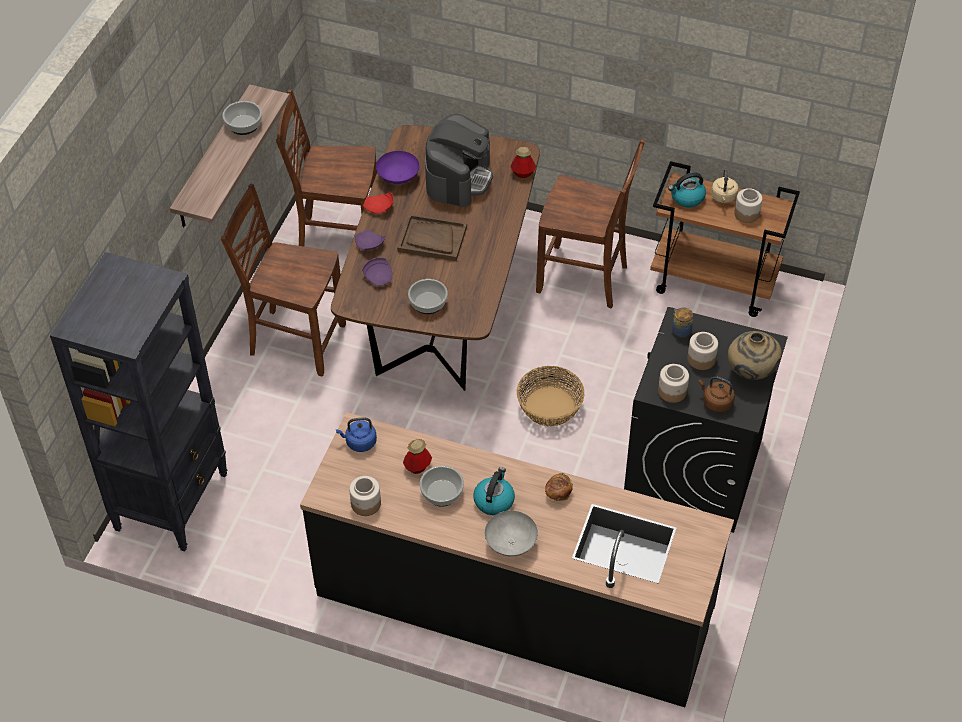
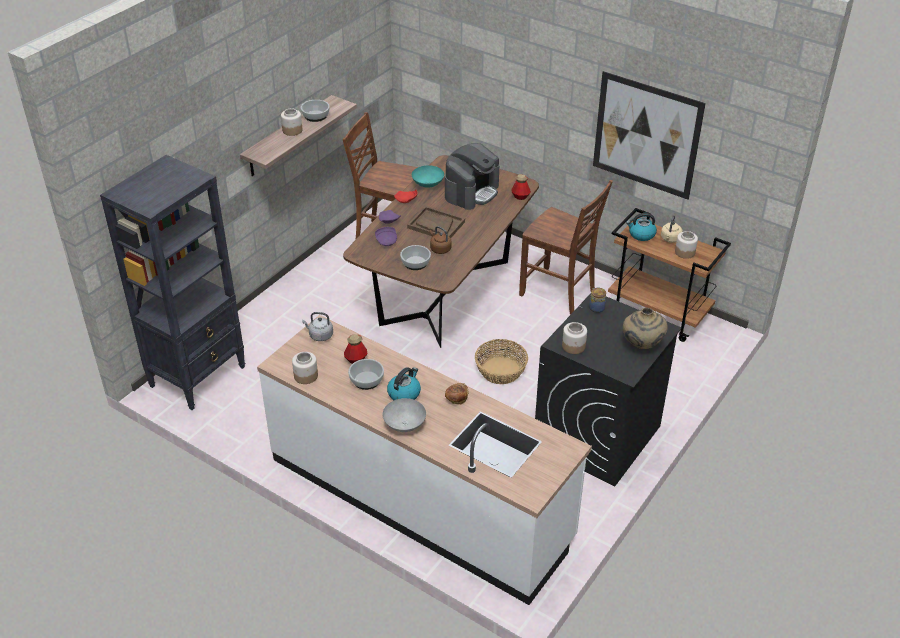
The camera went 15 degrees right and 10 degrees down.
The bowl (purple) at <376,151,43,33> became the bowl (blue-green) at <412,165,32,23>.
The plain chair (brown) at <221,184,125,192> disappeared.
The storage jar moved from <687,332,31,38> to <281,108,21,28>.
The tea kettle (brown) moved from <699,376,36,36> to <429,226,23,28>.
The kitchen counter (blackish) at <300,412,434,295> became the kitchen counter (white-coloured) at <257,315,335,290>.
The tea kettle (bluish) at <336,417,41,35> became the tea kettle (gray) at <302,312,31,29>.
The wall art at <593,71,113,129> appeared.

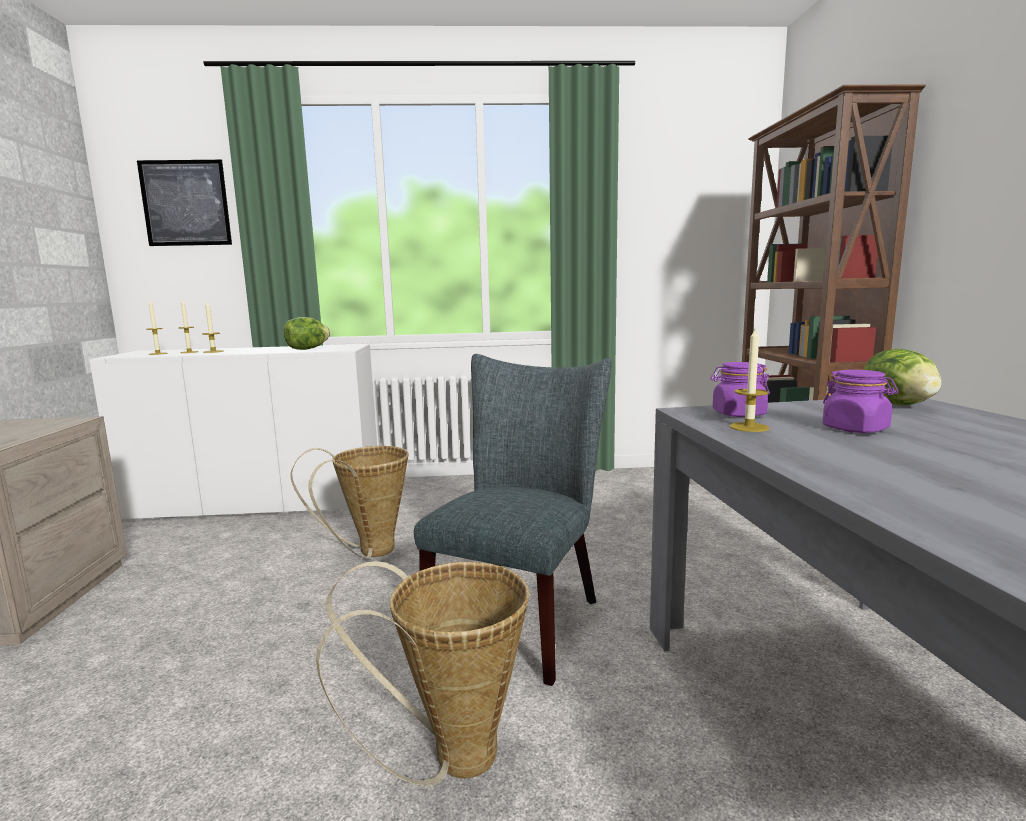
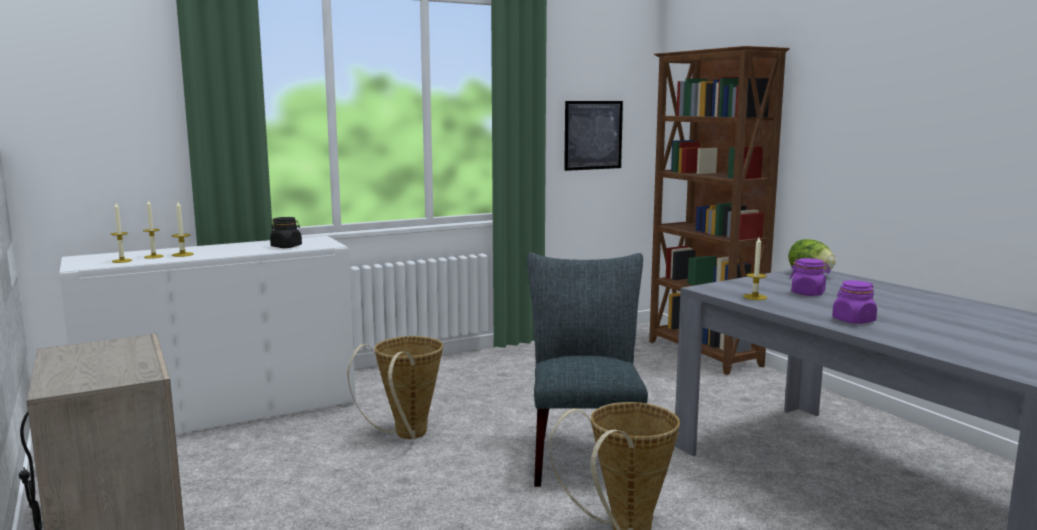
The camera went 25 degrees left and 0 degrees up.
The wall art moved from <137,160,95,86> to <564,101,59,70>.
The head of lettuce at <284,317,46,33> was replaced by the storage jar (blackish) at <270,217,32,31>.
The storage jar (purple) moved from <711,362,59,55> to <832,280,45,44>.

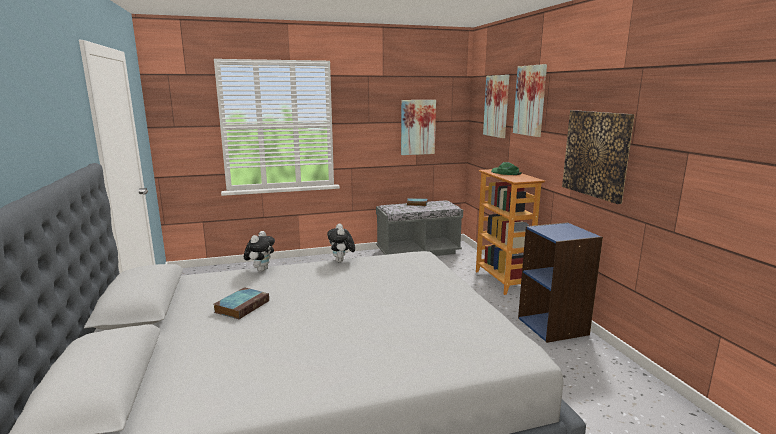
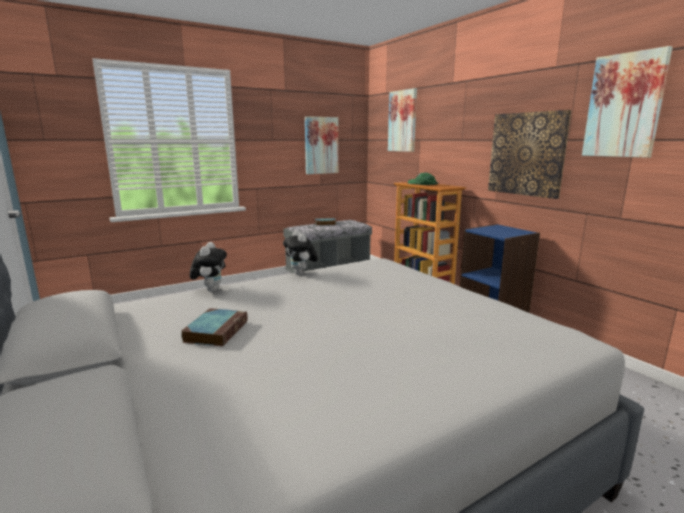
The camera went 15 degrees left and 0 degrees up.
The wall art moved from <513,64,34,73> to <582,46,91,112>.

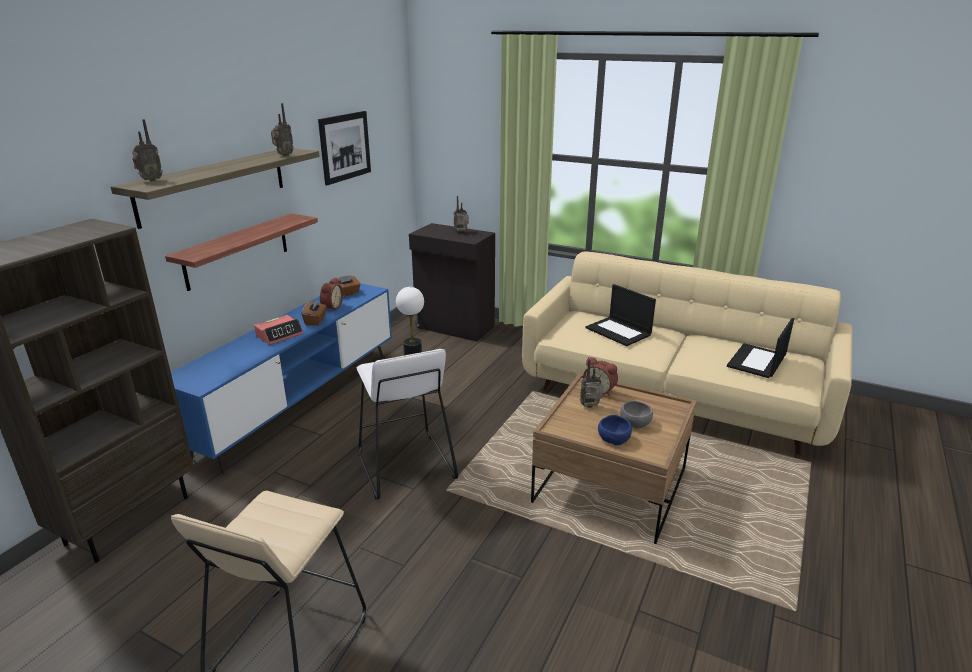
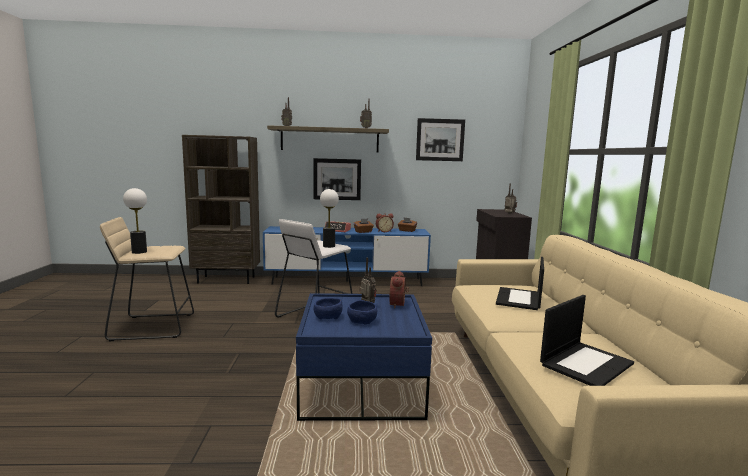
The camera went 60 degrees right and 15 degrees down.
The wall shelf at <165,213,153,78> was replaced by the wall art at <314,158,47,42>.
The portable computer at <727,318,67,60> turned 135 degrees clockwise.
The low table (brown) at <531,373,165,171> became the low table (bluish) at <296,293,136,128>.
The bowl (gray) at <620,400,33,29> became the bowl (bluish) at <347,300,30,25>.
The tabletop lamp at <123,188,24,66> appeared.

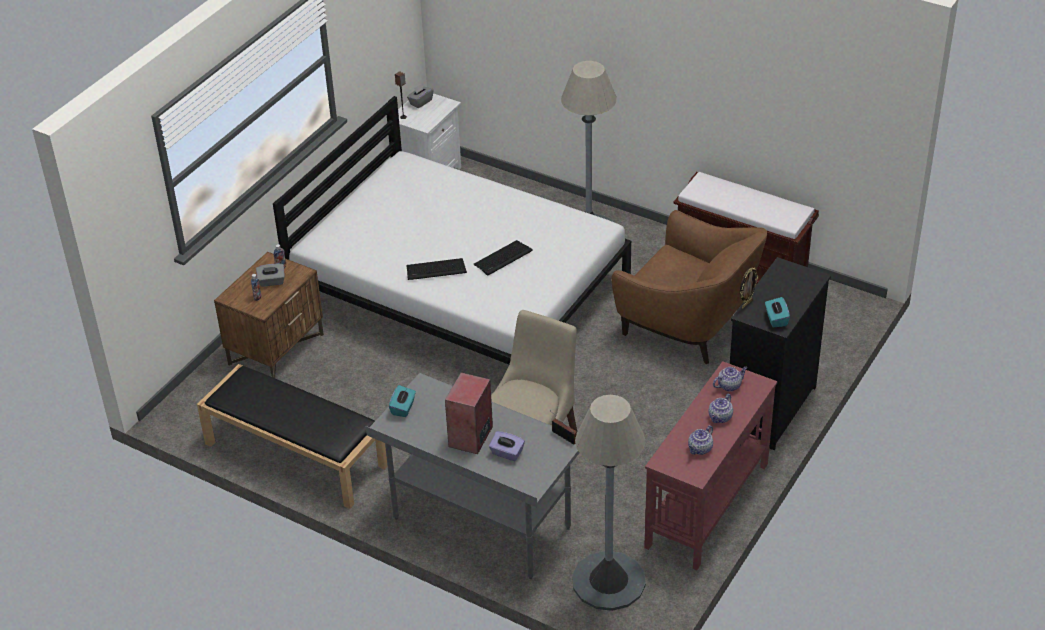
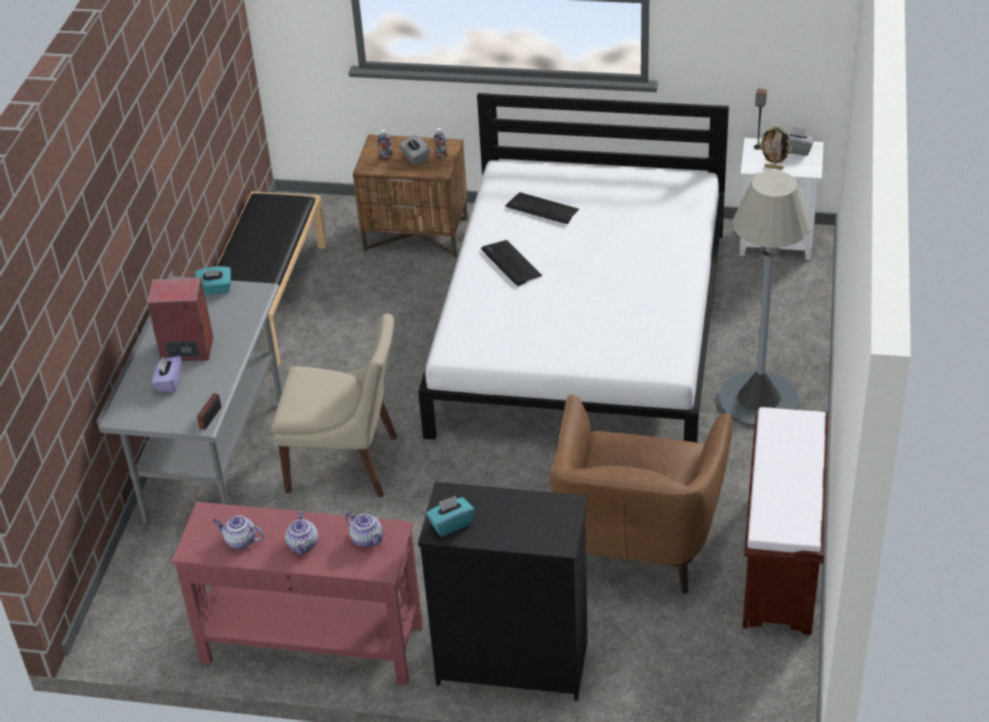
The camera went 70 degrees right and 0 degrees up.
The PC keyboard moved from <474,240,59,36> to <505,192,74,32>.
The standing frame moved from <740,267,18,42> to <759,126,33,44>.
The pot for tea at <709,394,24,29> turned 105 degrees counterclockwise.
The standard lamp (gray) at <572,395,74,216> disappeared.

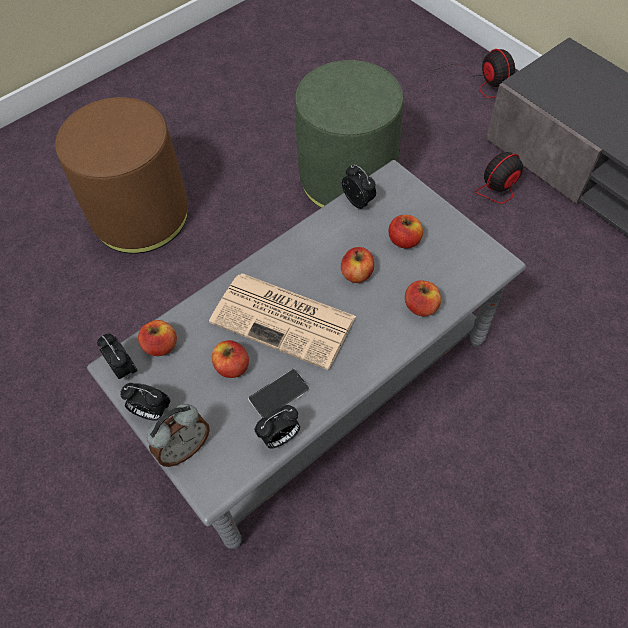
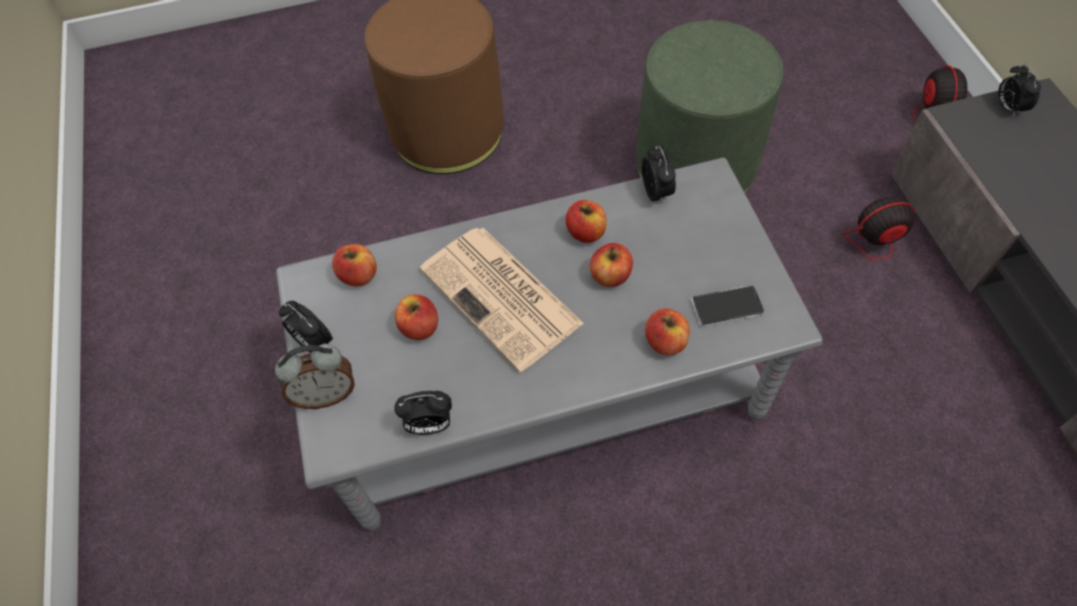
The camera went 25 degrees right and 0 degrees up.
The whole apple moved from <388,215,35,34> to <566,200,41,43>.
The bedside clock moved from <97,334,40,46> to <998,64,43,53>.
The telephone moved from <248,369,62,49> to <691,285,73,42>.

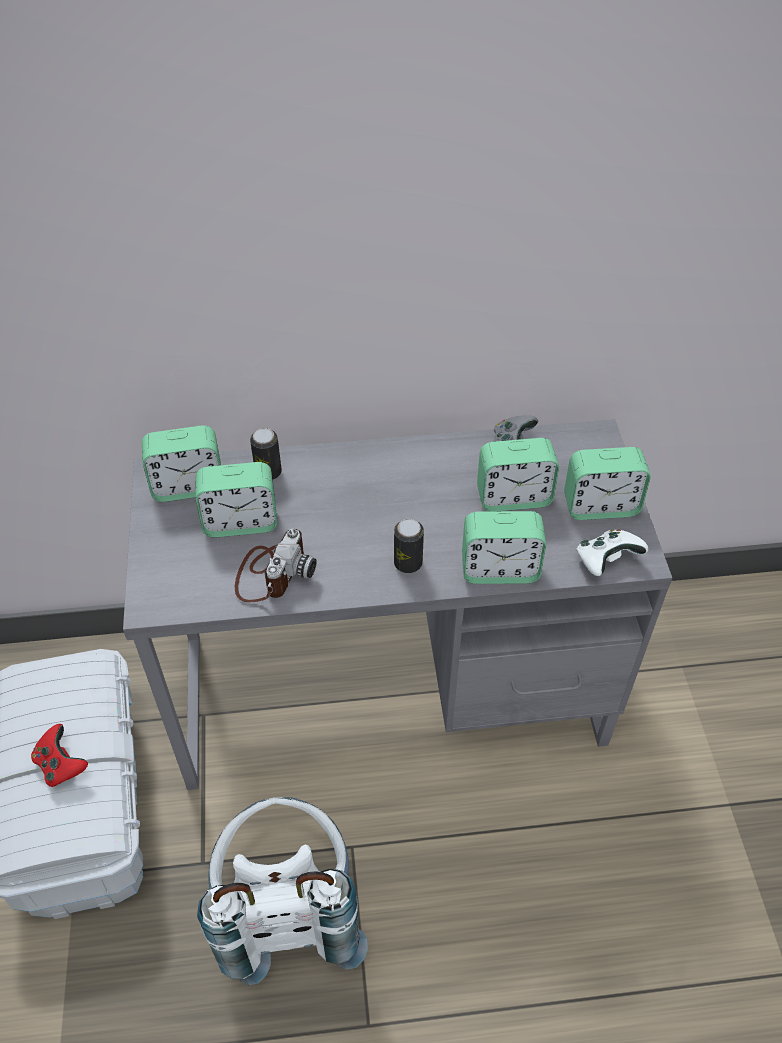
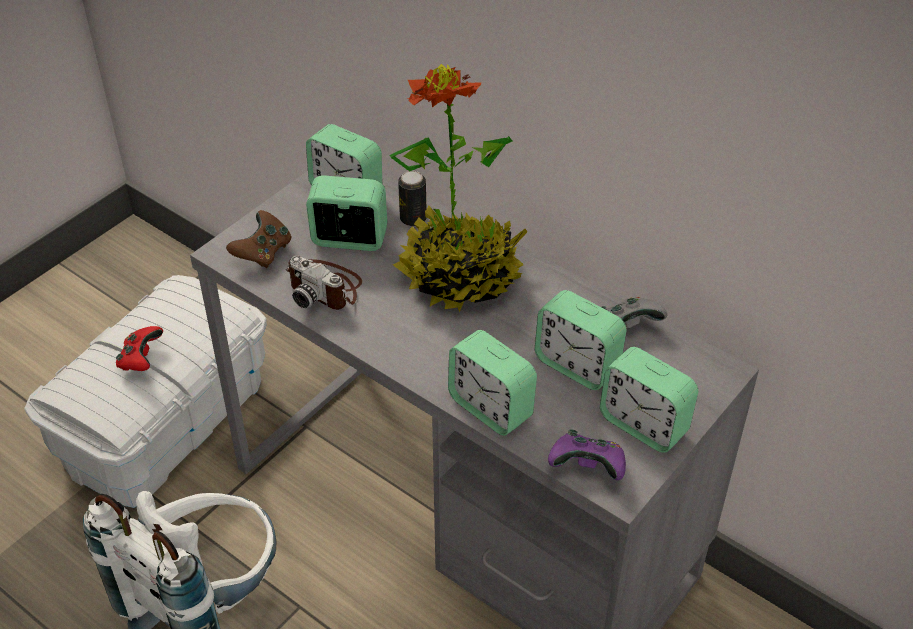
The camera went 45 degrees right and 5 degrees down.
The bedside clock at <195,462,82,76> turned 150 degrees clockwise.
The sealed can at <394,519,30,54> disappeared.
The still camera at <235,529,82,73> turned 60 degrees clockwise.
The game controller (white-coloured) at <576,529,73,47> became the game controller (purple) at <548,429,78,51>.
The plant in a pot at <389,64,138,248> appeared.
The game controller (brown) at <226,210,65,58> appeared.

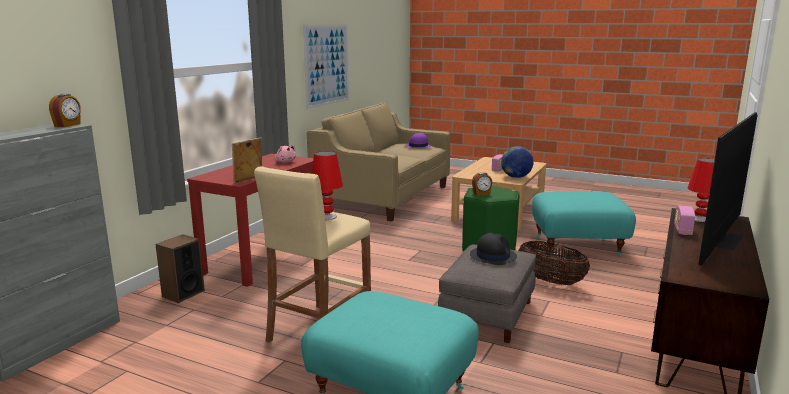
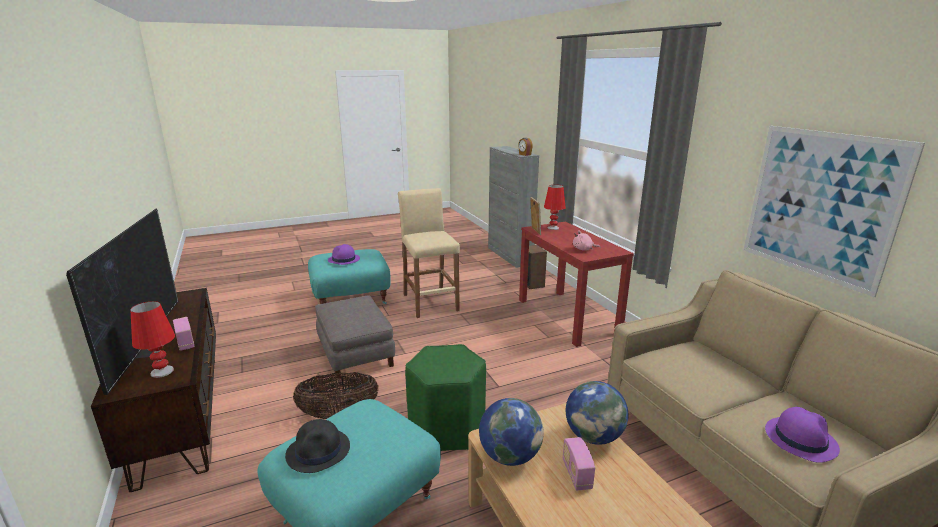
The camera went 130 degrees right and 5 degrees up.
The tabletop lamp (red) moved from <312,151,31,69> to <544,185,22,45>.
The bedside clock at <472,172,20,24> disappeared.
The wearable hat (blackish) moved from <470,233,47,32> to <285,419,65,54>.
The wearable hat (purple) at <328,244,32,21> appeared.
The world globe at <566,381,62,64> appeared.

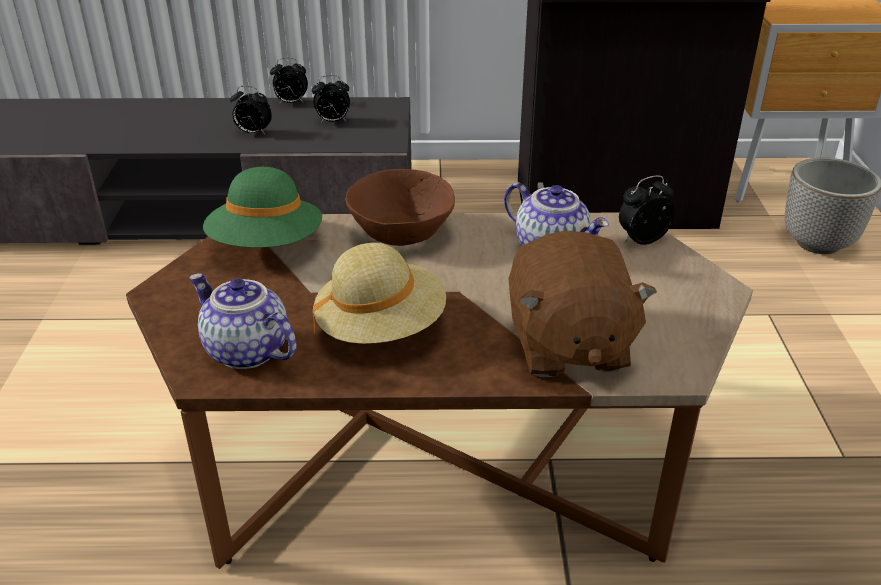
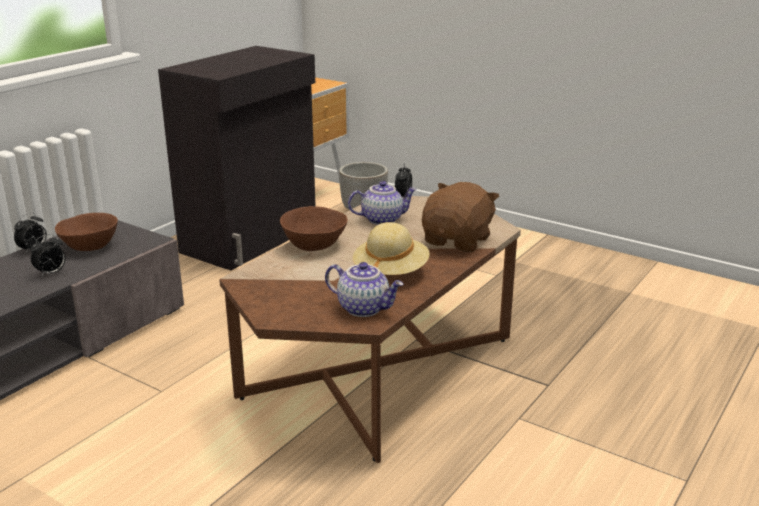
The camera went 55 degrees left and 10 degrees down.
The bedside clock at <312,75,38,48> was replaced by the bowl (brown) at <55,213,63,38>.
The wearable hat (greenish) at <203,167,119,81> disappeared.
The plush toy (brown) at <508,231,149,147> turned 90 degrees counterclockwise.
The pot for tea at <189,273,107,96> turned 135 degrees counterclockwise.

